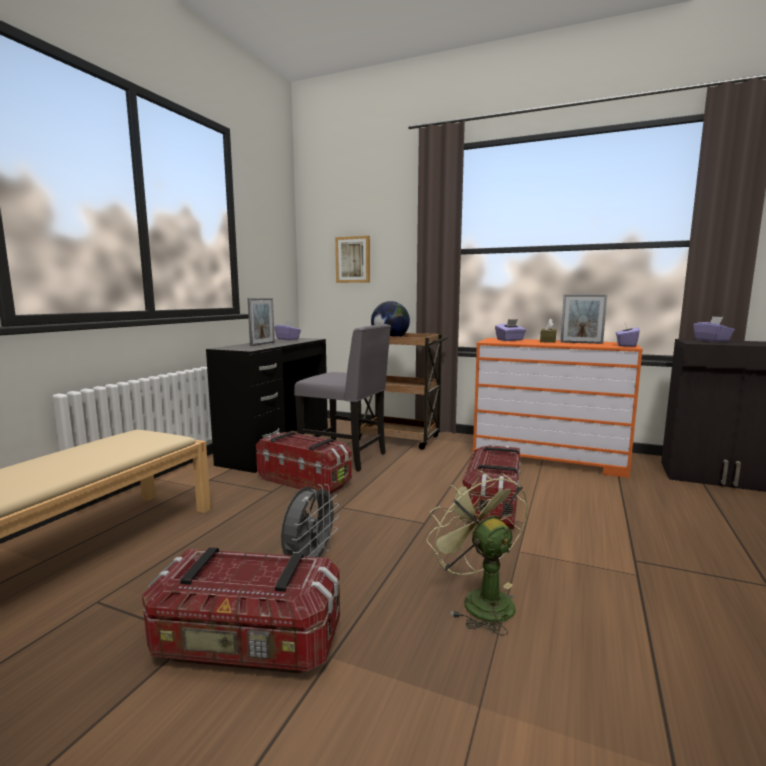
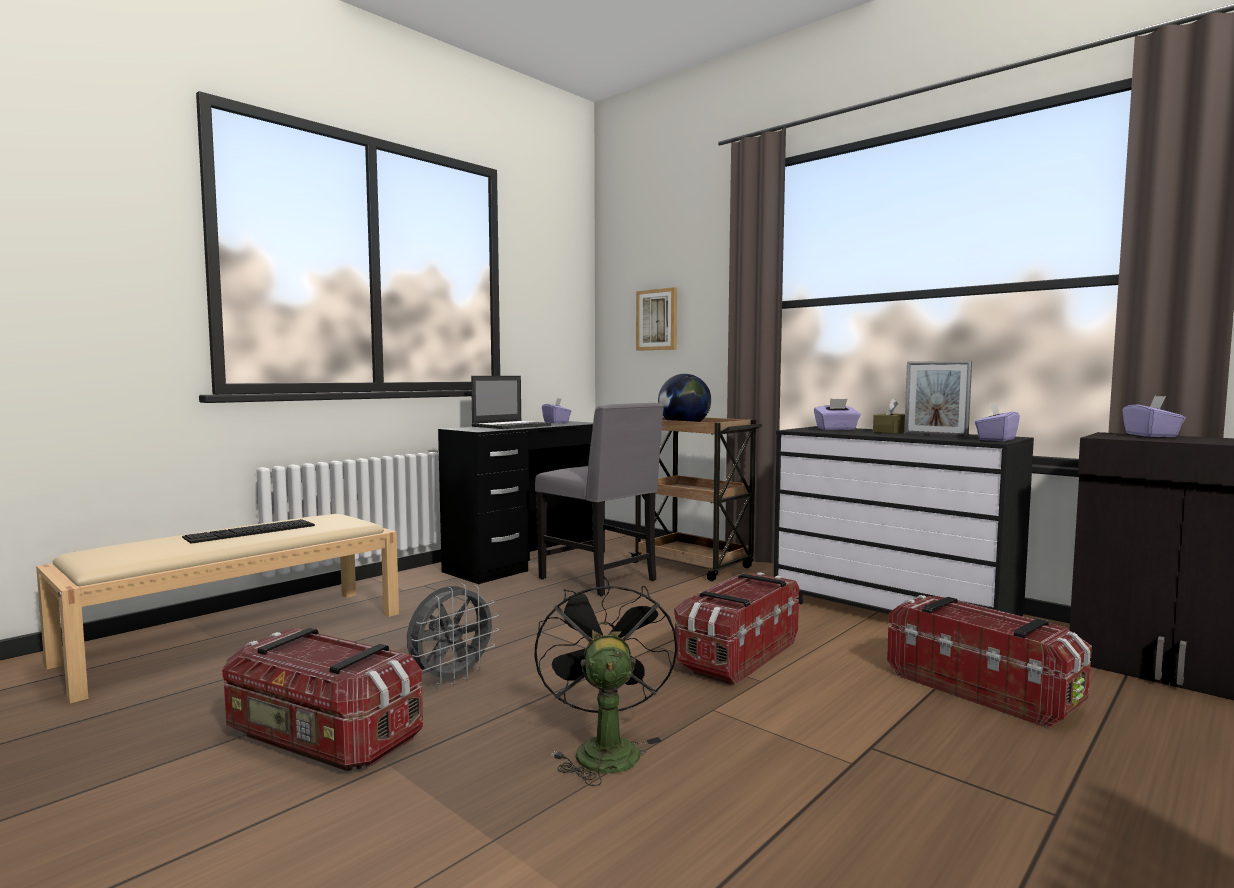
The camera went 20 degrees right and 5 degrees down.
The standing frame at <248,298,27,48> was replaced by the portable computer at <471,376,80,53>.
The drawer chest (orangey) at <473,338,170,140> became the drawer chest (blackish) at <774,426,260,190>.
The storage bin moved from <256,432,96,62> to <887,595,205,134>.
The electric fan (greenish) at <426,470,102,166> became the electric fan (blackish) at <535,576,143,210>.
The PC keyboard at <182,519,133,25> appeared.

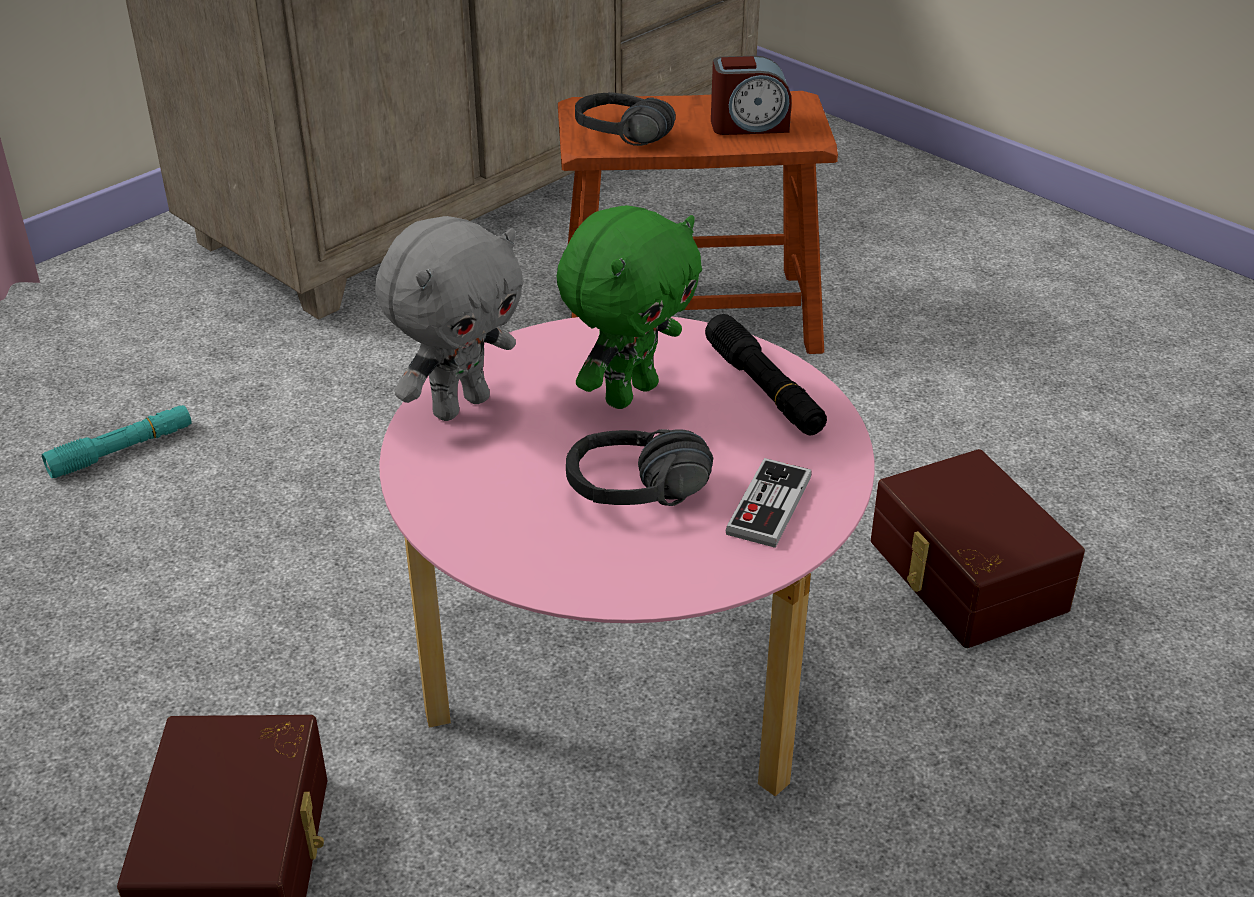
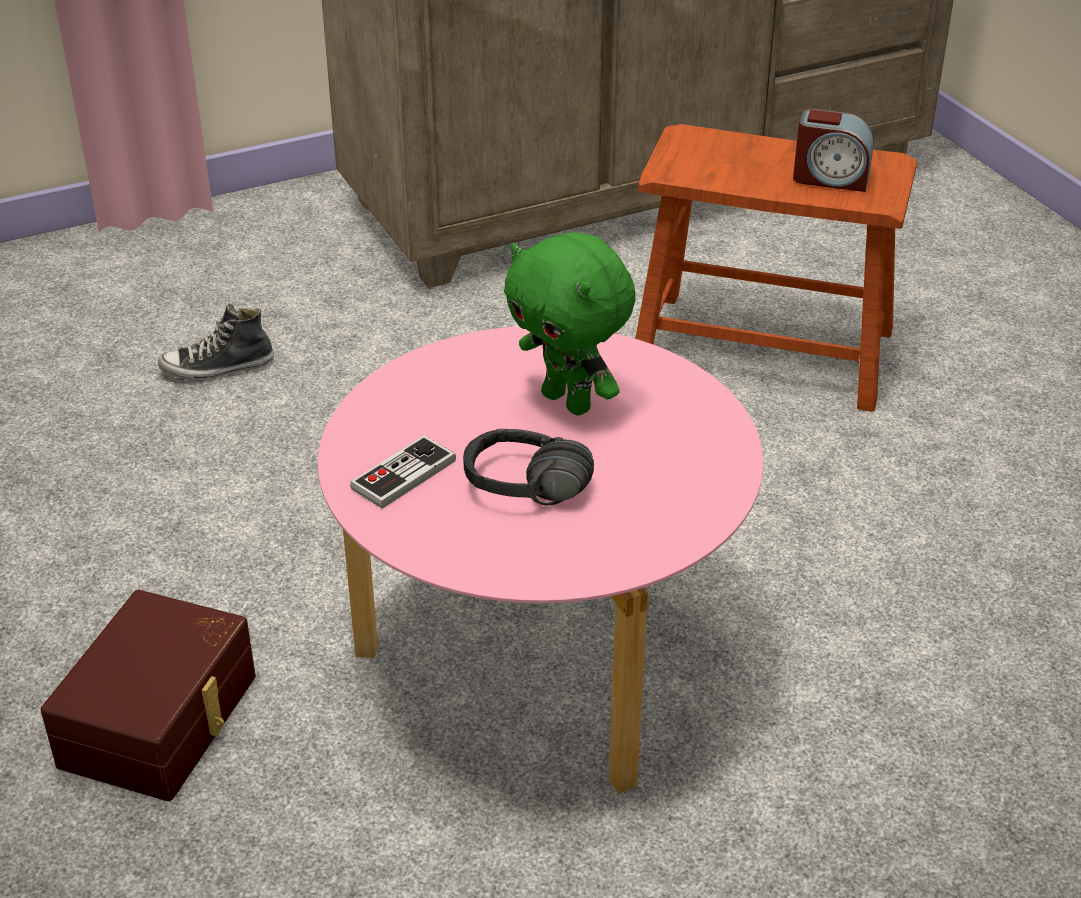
The camera went 20 degrees right and 0 degrees up.
The headphones (blackish) at <575,92,101,54> disappeared.
The plush toy (greenish) at <557,205,145,204> turned 75 degrees clockwise.
The plush toy (gray) at <375,216,148,205> disappeared.
The hand torch (blackish) at <705,314,122,122> disappeared.
The hand torch (blue-green) at <42,405,150,73> was replaced by the low shoe at <158,304,116,77>.
The storage bin (brown) at <871,449,214,199> disappeared.
The game controller moved from <726,458,86,90> to <350,435,106,74>.

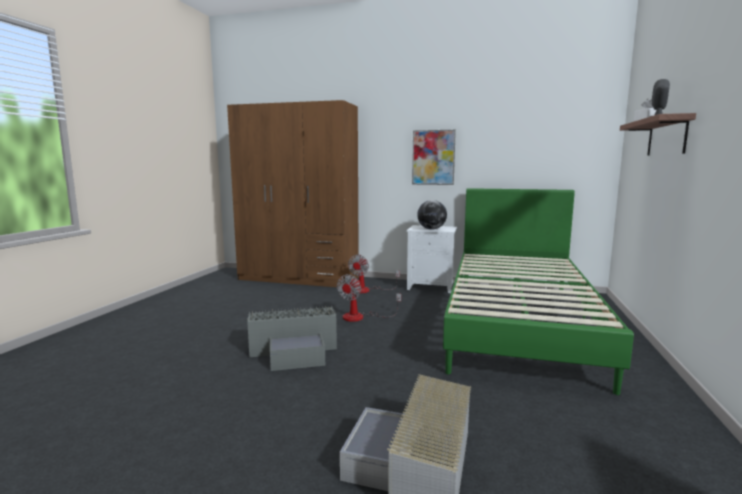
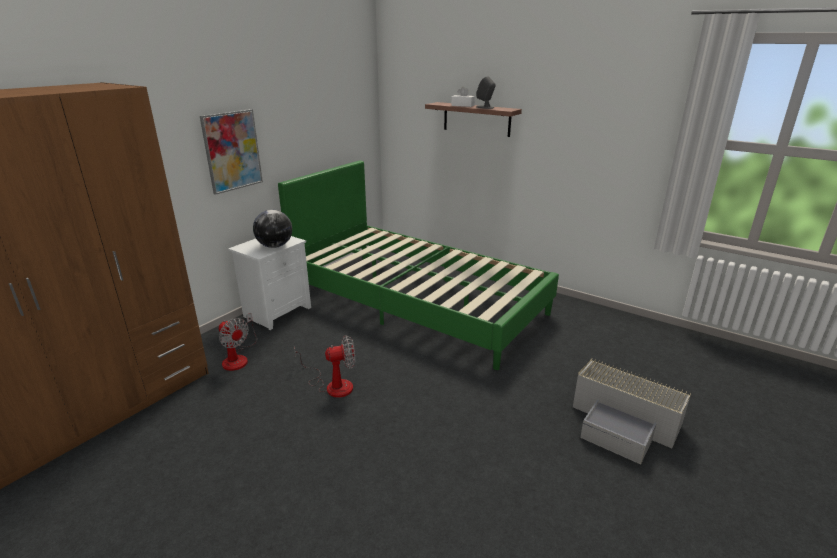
The camera went 70 degrees left and 15 degrees up.
The electric fan at <337,274,64,48> turned 60 degrees counterclockwise.
The storage bin (gray) at <247,306,90,65> disappeared.

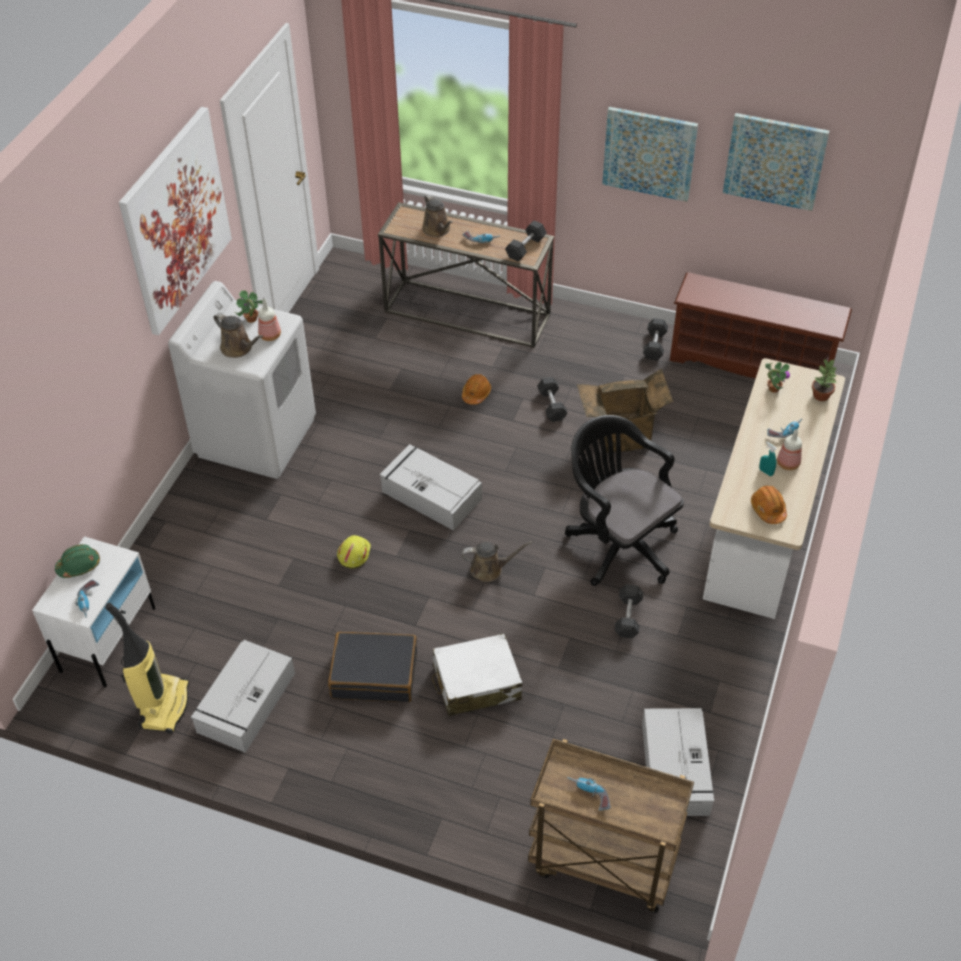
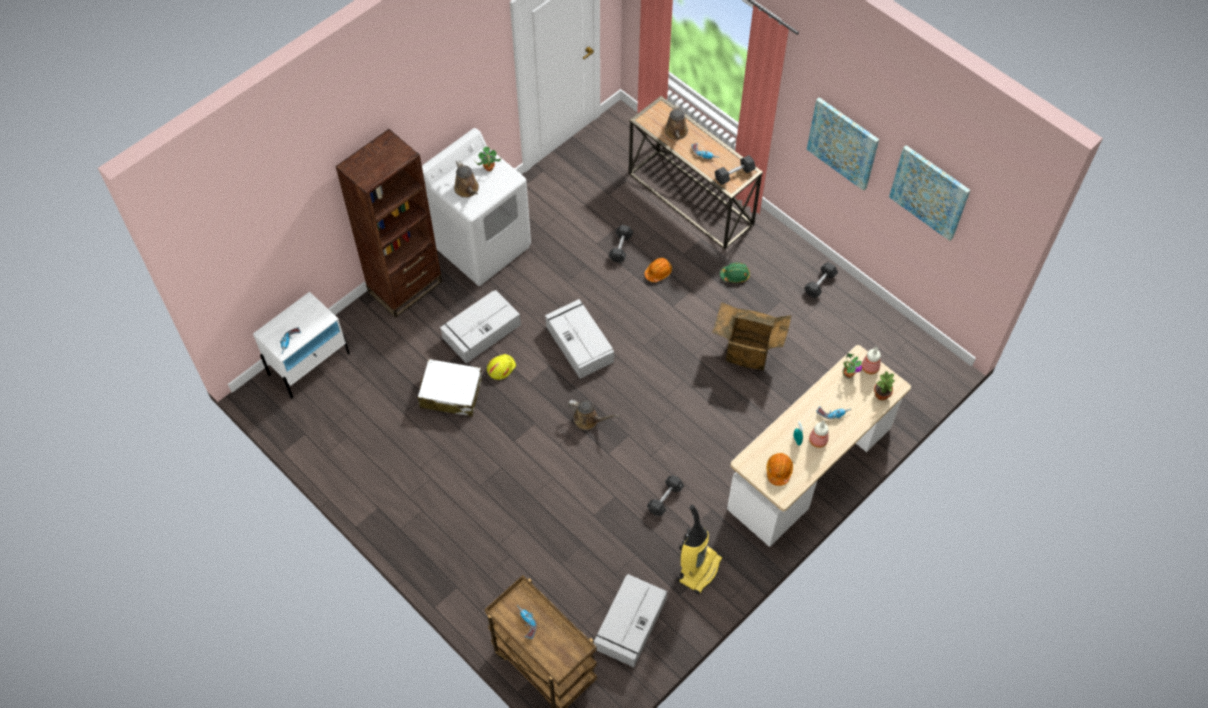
The camera went 25 degrees right and 10 degrees up.
The wall art at <119,107,113,228> disappeared.
The shoe rack (brown) at <670,272,182,106> disappeared.
The beverage bottle moved from <258,300,23,41> to <861,347,20,27>.
The hand weight (gray) moved from <537,377,30,45> to <609,225,24,38>.
The office chair (blackish) at <565,415,119,171> disappeared.
The safety helmet (greenish) moved from <55,544,45,34> to <720,263,30,20>.
The hoover moved from <105,602,84,132> to <677,505,46,89>.
The piece of luggage (blackish) at <328,632,89,70> disappeared.
The piece of luggage (white-coloured) moved from <432,633,90,83> to <418,359,64,58>.
The storage bin (gray) moved from <191,640,104,113> to <440,290,81,74>.
The bookshelf (brown) at <335,129,107,189> appeared.

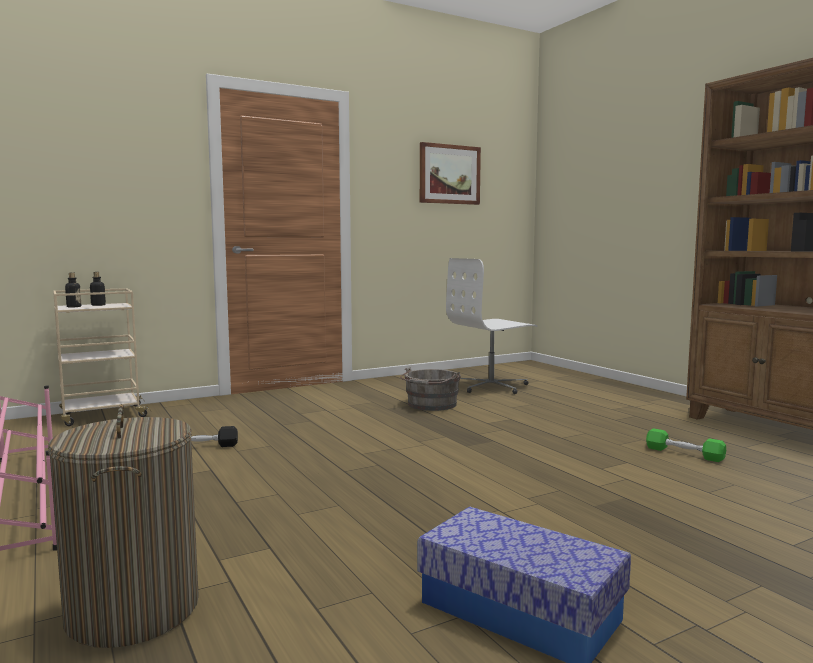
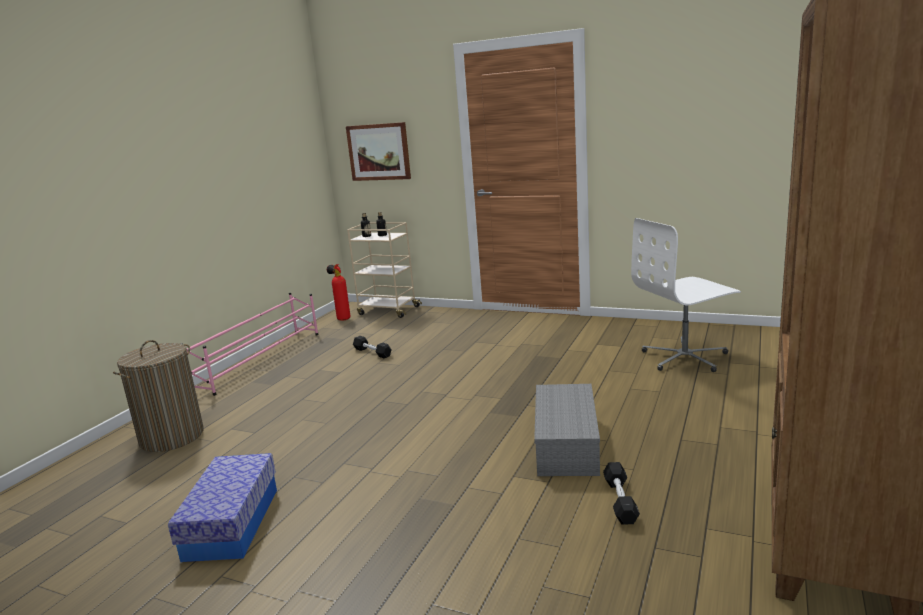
The camera went 55 degrees right and 10 degrees up.
The wall art moved from <420,142,61,63> to <346,122,65,59>.
The office chair (white-coloured) at <446,258,92,136> turned 45 degrees counterclockwise.
The water bucket (gray) at <400,367,61,44> disappeared.
The hand weight (greenish) at <646,428,80,34> became the hand weight (blackish) at <603,462,37,63>.
The fire extinguisher at <327,264,24,57> appeared.
The storage bin (gray) at <534,384,66,92> appeared.

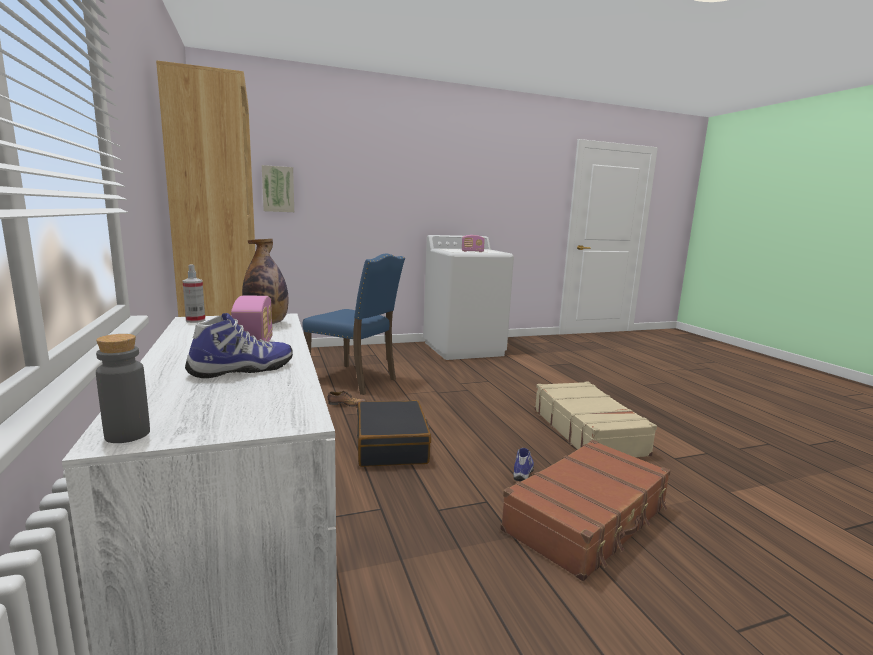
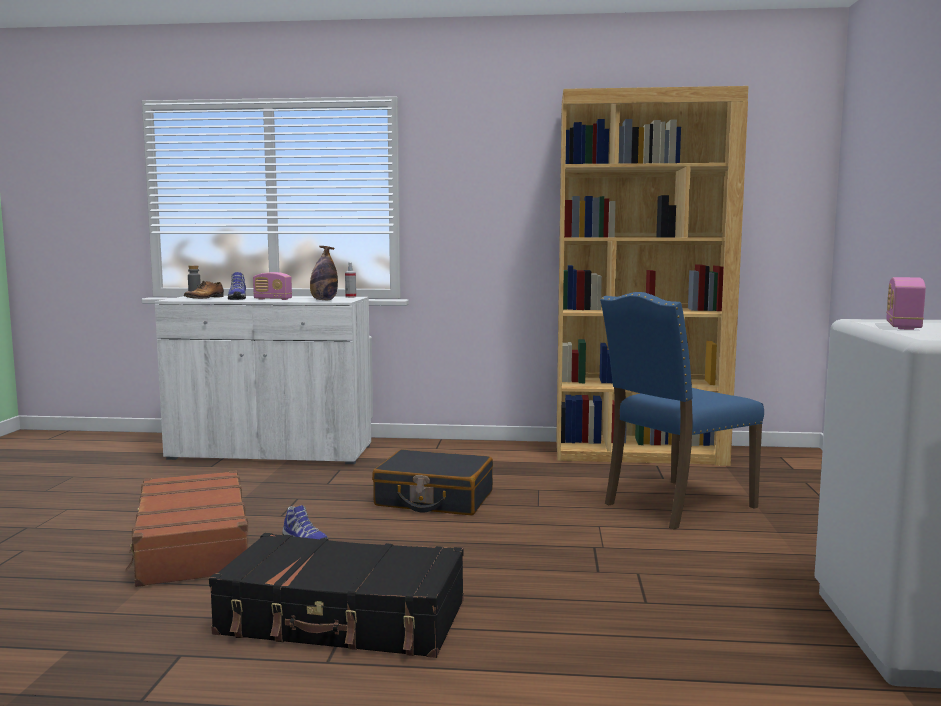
The camera went 115 degrees right and 5 degrees down.
The wall art at <262,165,32,47> disappeared.
The piece of luggage (sand-coloured) at <535,382,122,75> became the piece of luggage (blackish) at <209,533,255,125>.
The low shoe moved from <328,391,38,16> to <183,281,41,18>.

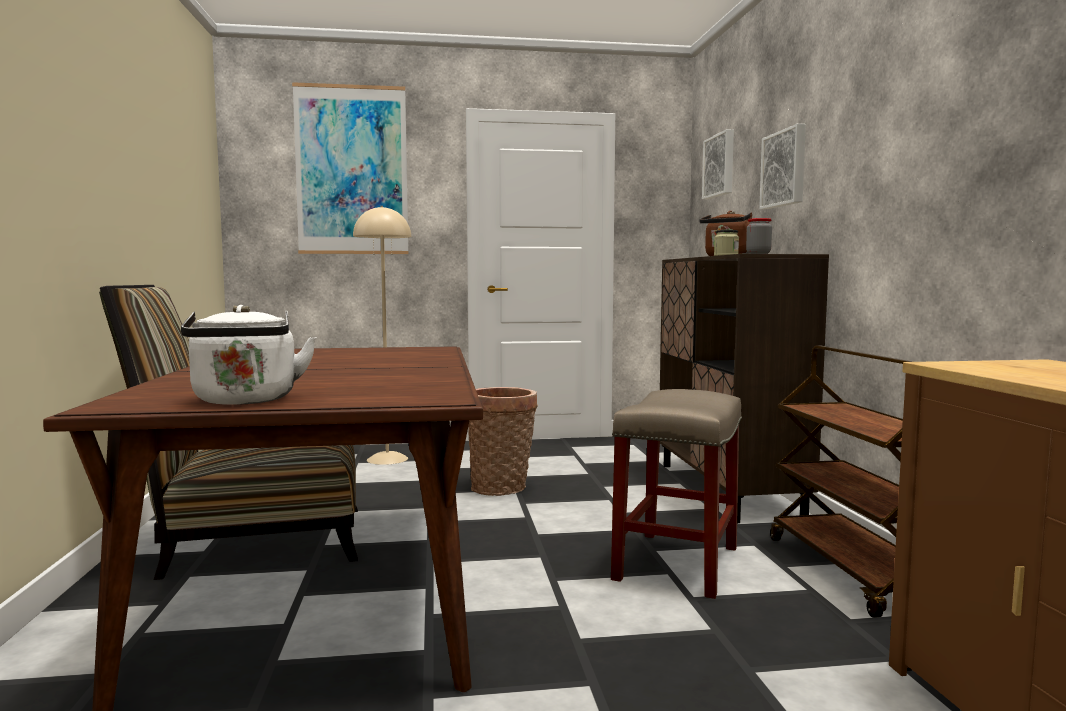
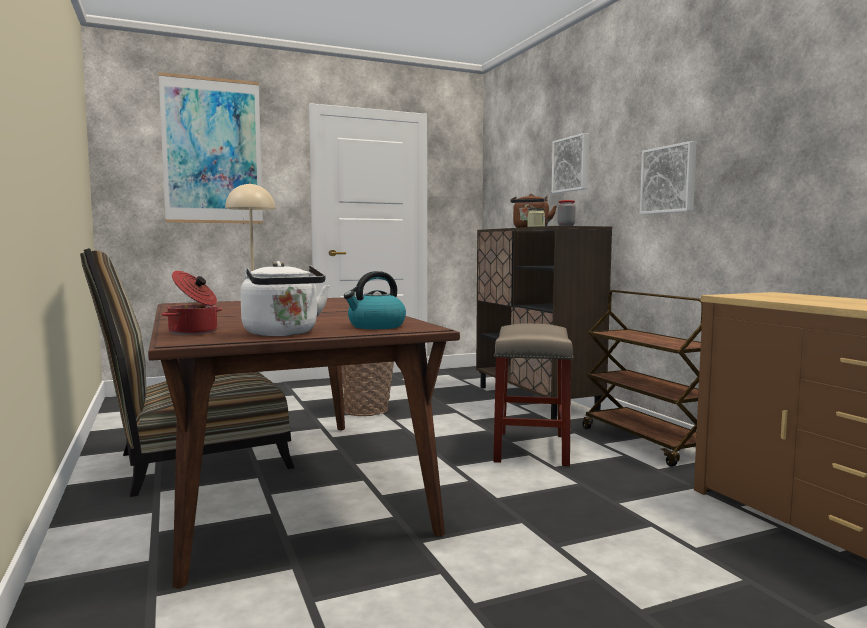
The camera went 15 degrees left and 0 degrees up.
The wall art moved from <702,129,32,70> to <640,141,56,73>.
The cooking pot at <162,271,60,64> appeared.
The tea kettle at <344,271,62,58> appeared.

